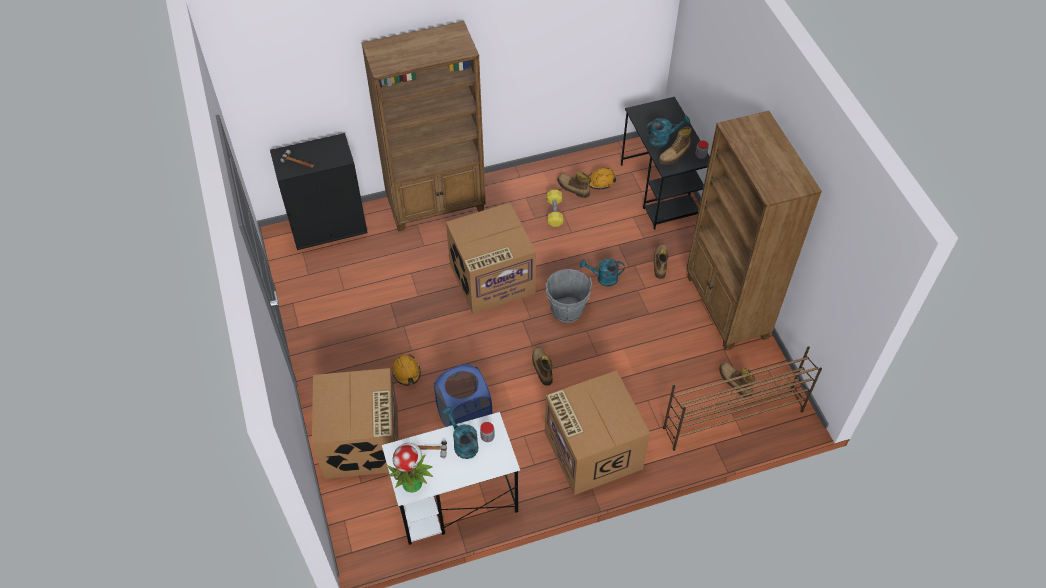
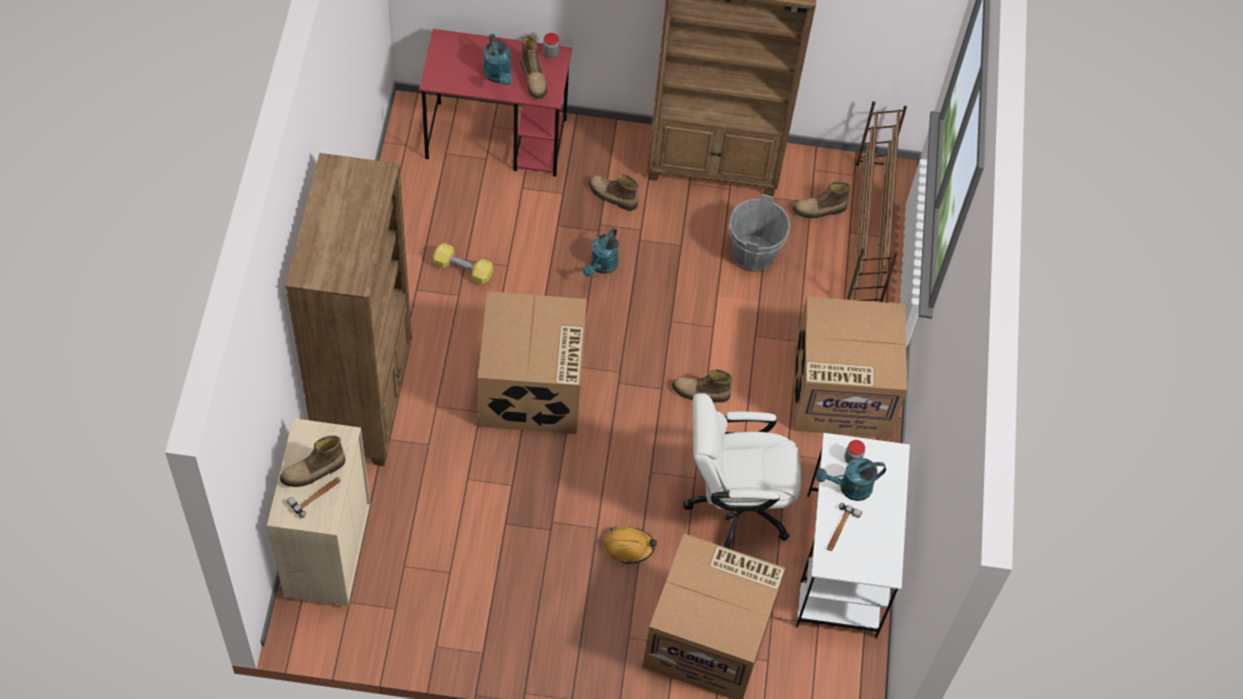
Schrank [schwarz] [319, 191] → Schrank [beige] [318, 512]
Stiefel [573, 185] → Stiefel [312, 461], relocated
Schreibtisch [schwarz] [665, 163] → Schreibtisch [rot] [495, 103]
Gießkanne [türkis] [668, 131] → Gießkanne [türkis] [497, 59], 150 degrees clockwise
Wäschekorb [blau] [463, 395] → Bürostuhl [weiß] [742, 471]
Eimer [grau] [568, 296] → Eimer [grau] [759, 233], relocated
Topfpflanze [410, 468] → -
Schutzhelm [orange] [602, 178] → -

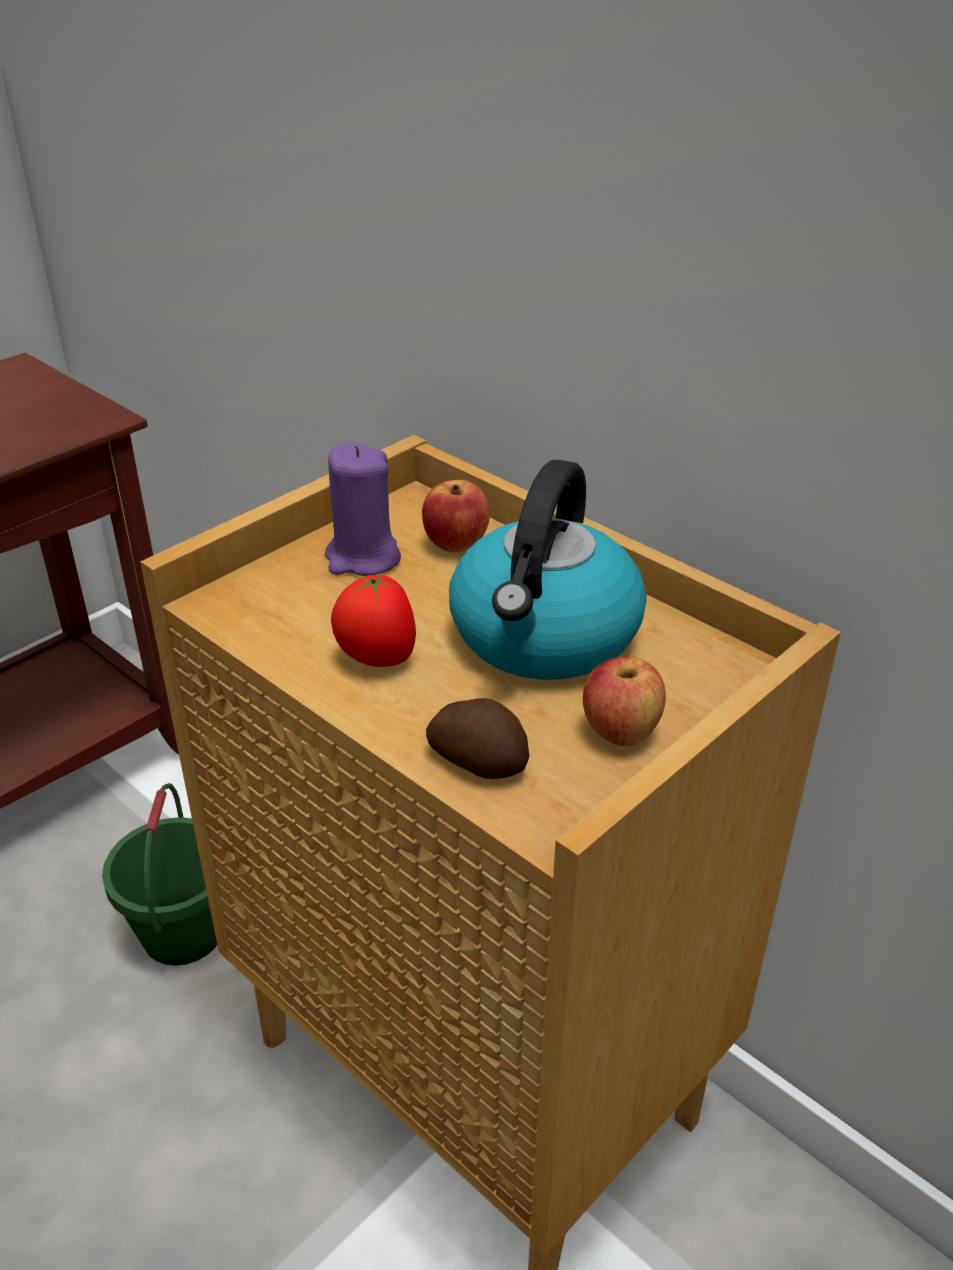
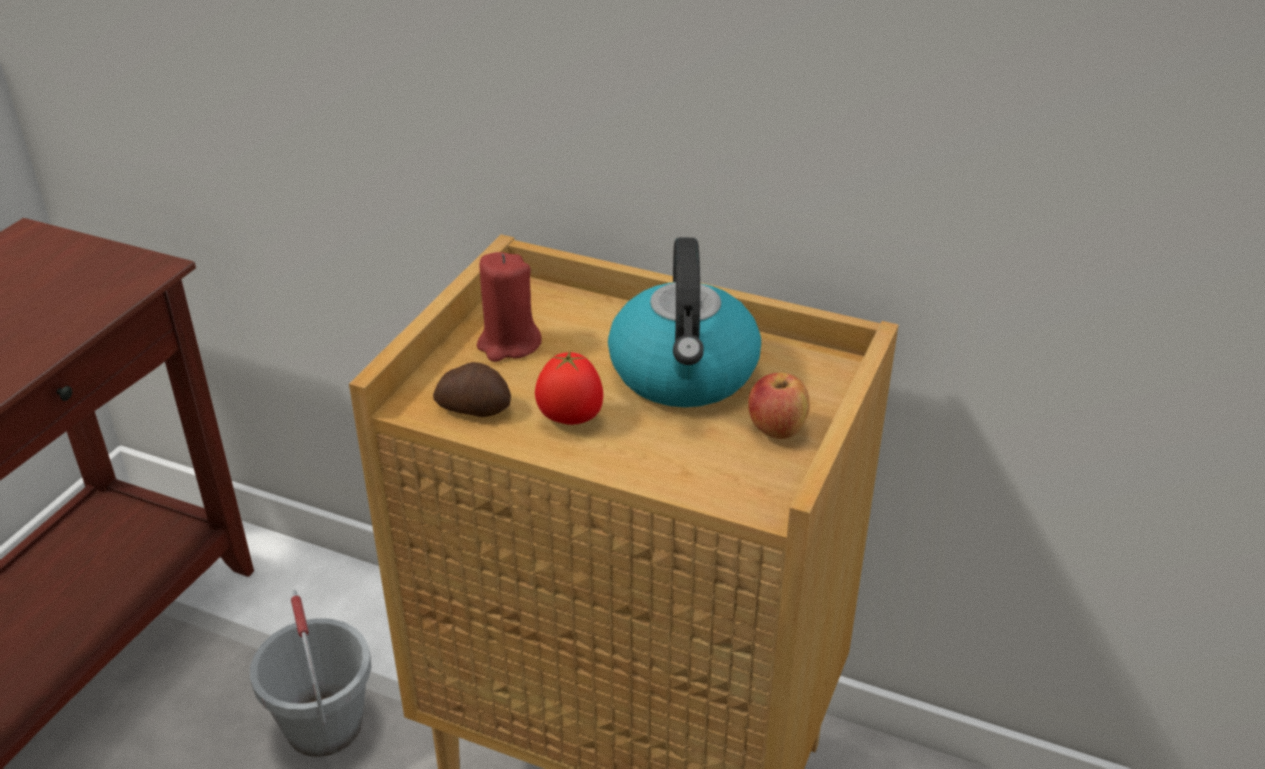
Eimer [grün] [159, 874] → Eimer [grau] [310, 673]
Kartoffel [477, 738] → Kartoffel [472, 389], relocated
Kerze [lila] [363, 509] → Kerze [rot] [509, 307]
Apfel [456, 516] → -

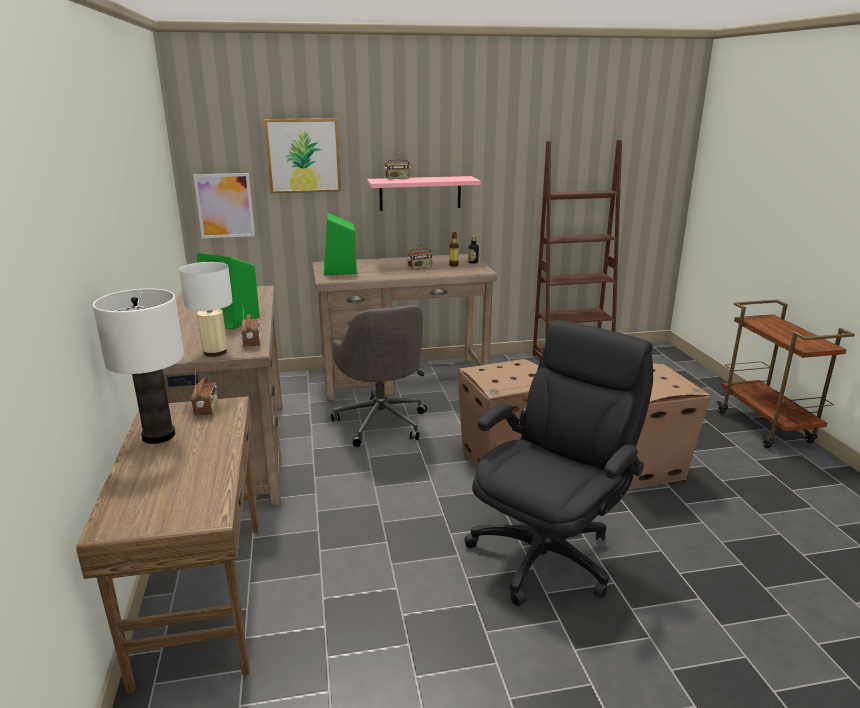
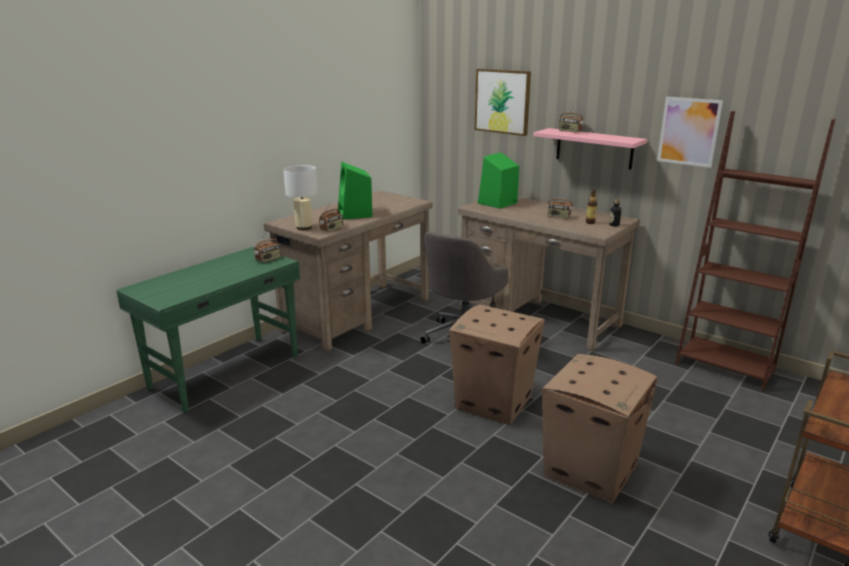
Konsolentisch [braun] [167, 545] → Konsolentisch [grün] [208, 330]
Bild [224, 205] → Bild [690, 132], relocated
Tischlampe [weiß] [138, 366] → -
Bürostuhl [schwarz] [558, 463] → -

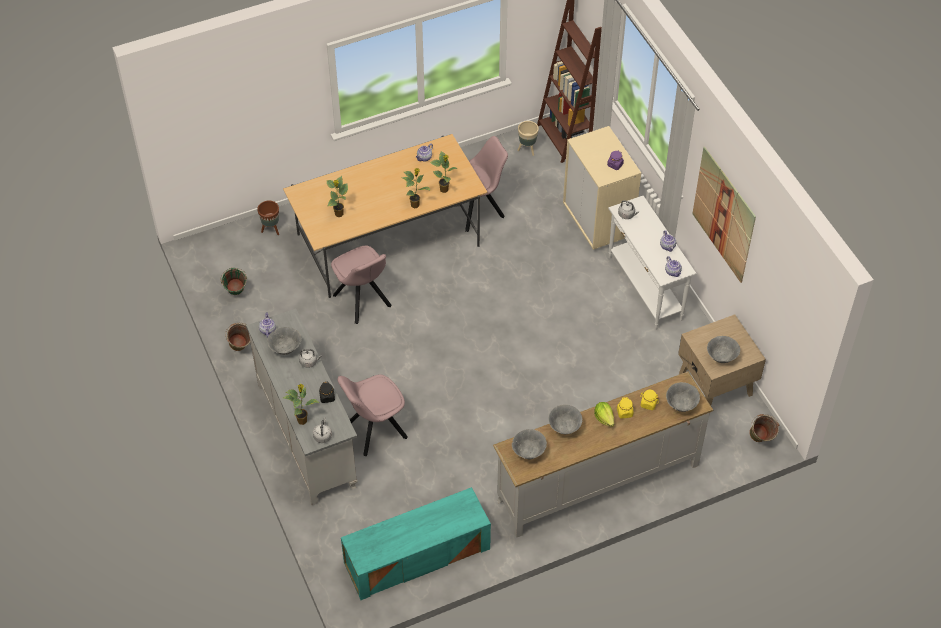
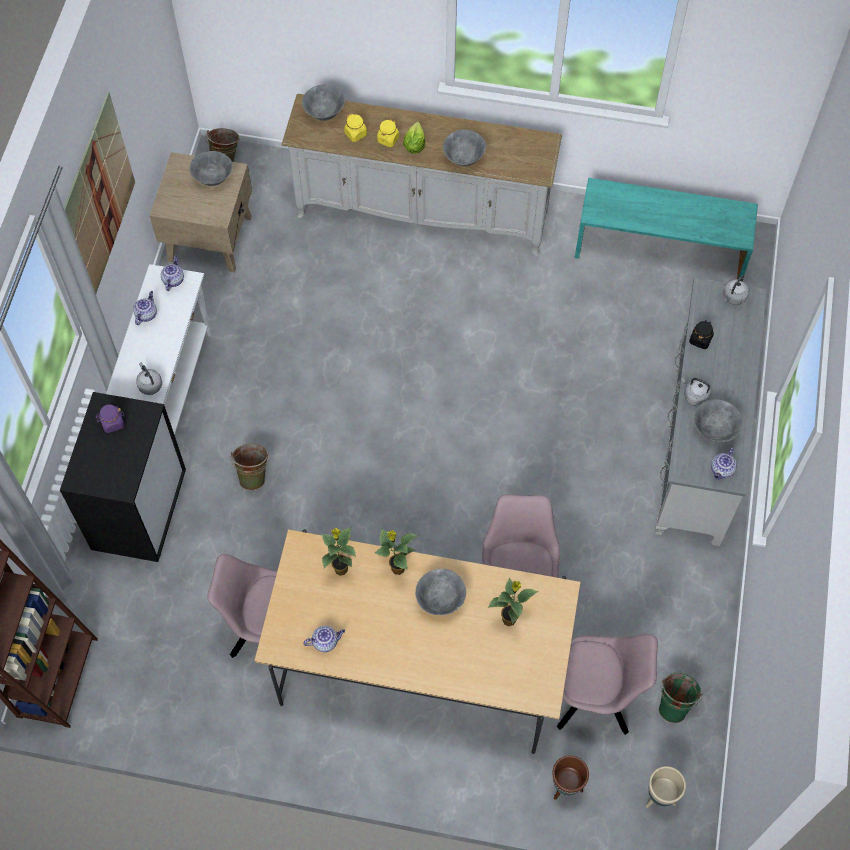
Schrank [beige] [602, 188] → Schrank [schwarz] [123, 477]
Eimer [grün] [237, 337] → Eimer [grün] [249, 466], relocated
Schüssel [grau] [529, 444] → Schüssel [grau] [440, 592], relocated
Stuhl [rosa] [372, 415] → Stuhl [rosa] [607, 684], relocated
Pflanzkübel [beige] [528, 138] → Pflanzkübel [beige] [666, 787], relocated
Topfpflanze [301, 404] → -

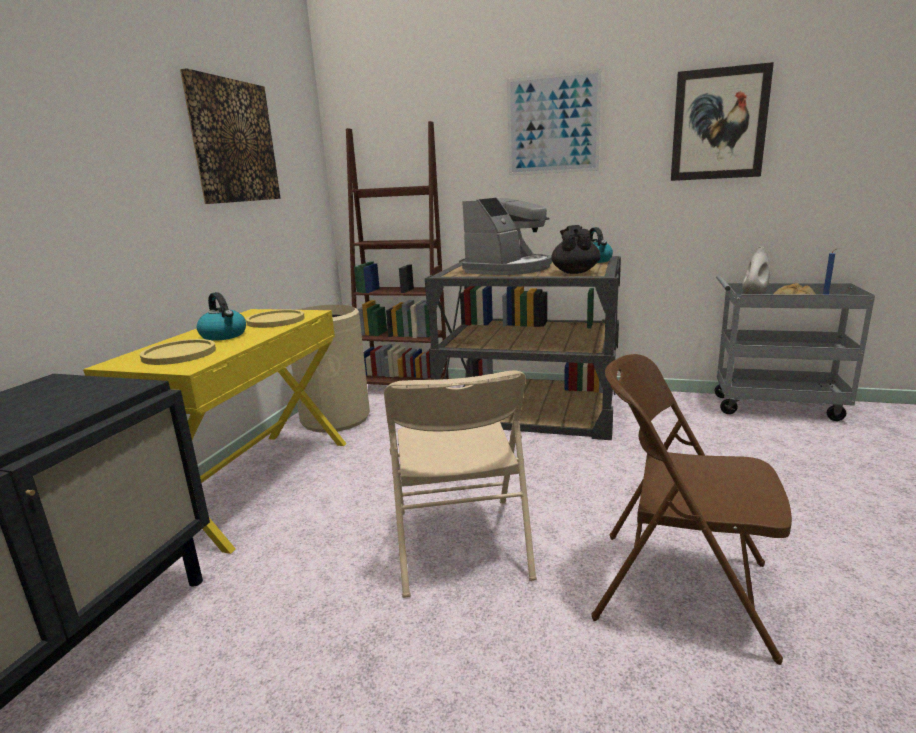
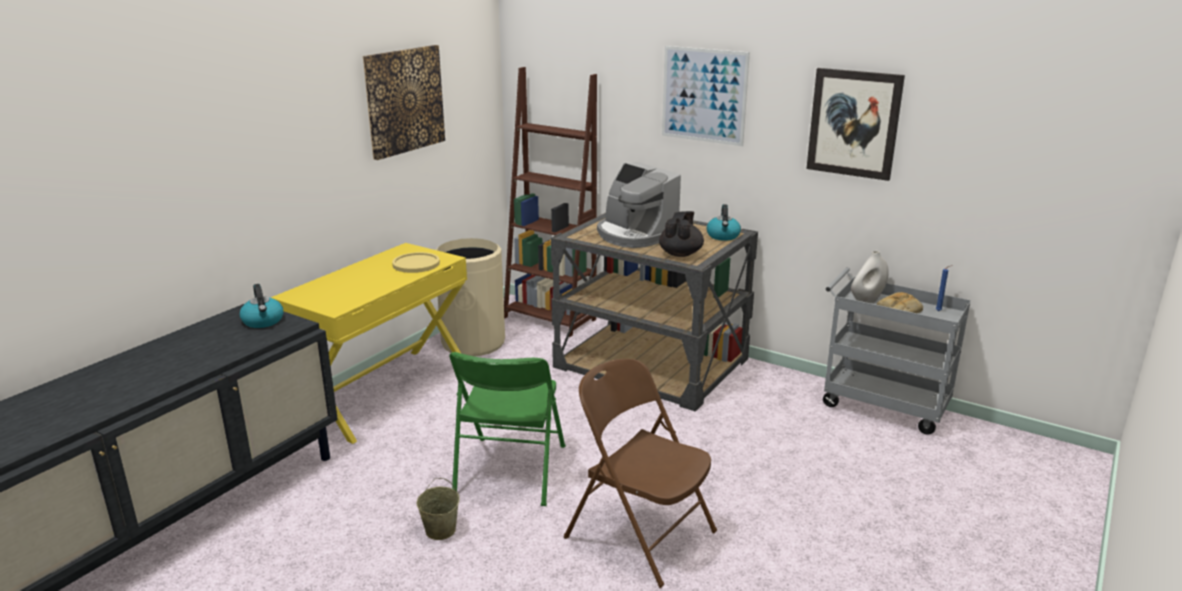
Wasserkessel [221, 316] → Wasserkessel [261, 306], relocated
- → Eimer [beige] [438, 509]
Stuhl [beige] [460, 484] → Stuhl [grün] [507, 429]
Kaffeemaschine [507, 236] → Kaffeemaschine [639, 205], 90 degrees clockwise
Teller [gelb] [178, 352] → -

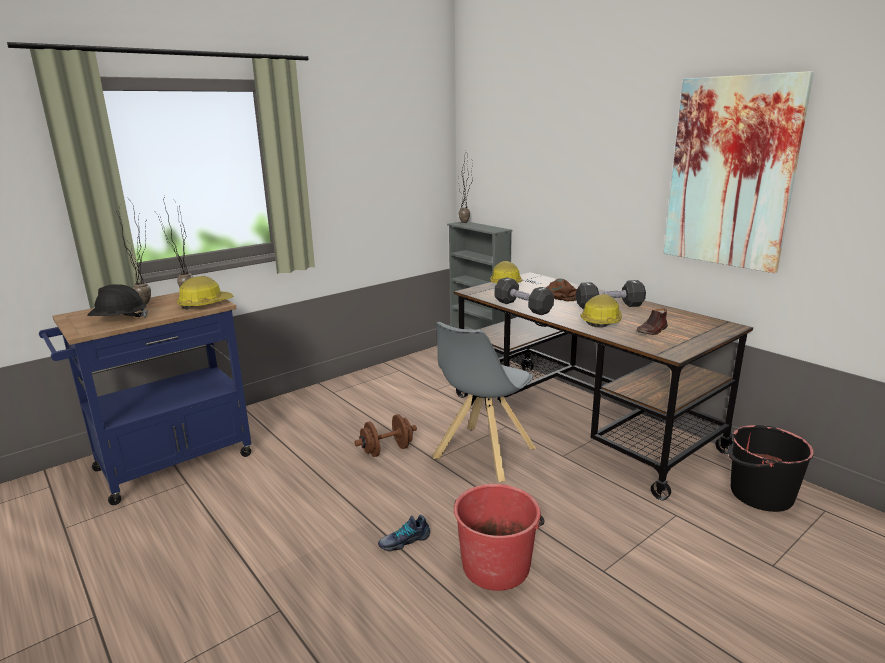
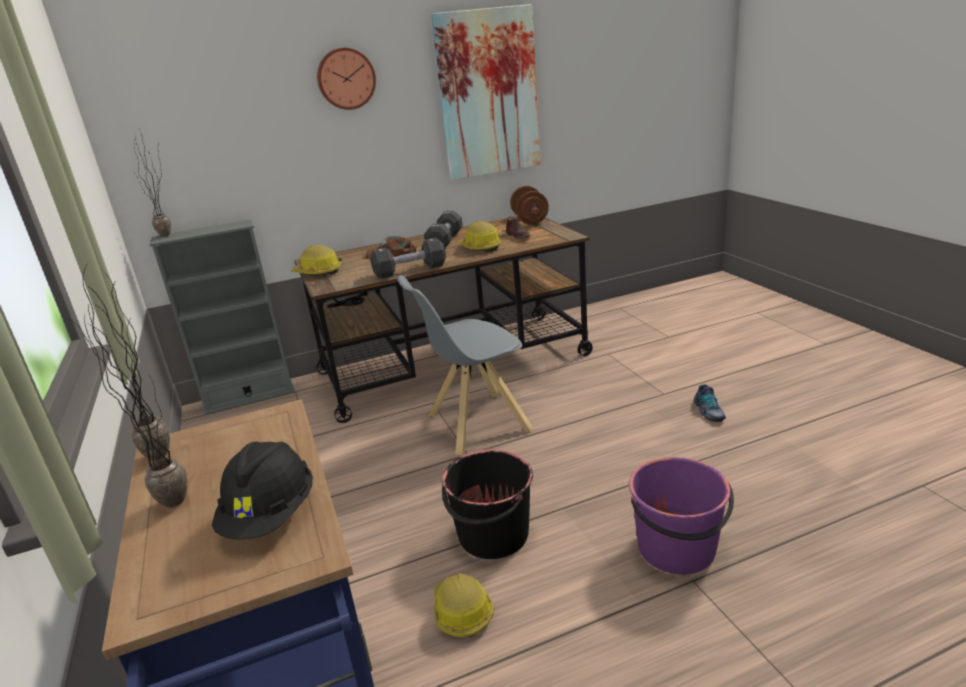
- → Wanduhr [346, 79]
Stuhl [grau] [484, 402] → Stuhl [grau] [465, 365], 105 degrees clockwise
Schutzhelm [205, 293] → Schutzhelm [463, 605], relocated
Eimer [schwarz] [771, 468] → Eimer [schwarz] [487, 504], relocated
Hantel [braun] [386, 435] → Hantel [braun] [529, 205], relocated
- → Eimer [lila] [681, 516]
Schuh [404, 533] → Schuh [710, 403], relocated
Eimer [rot] [499, 537] → -

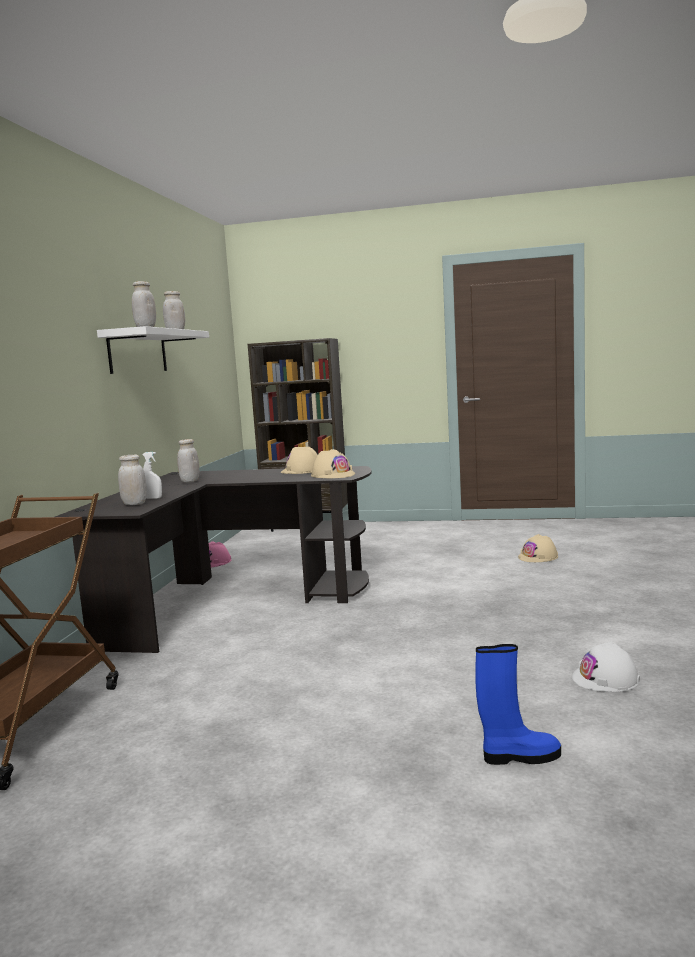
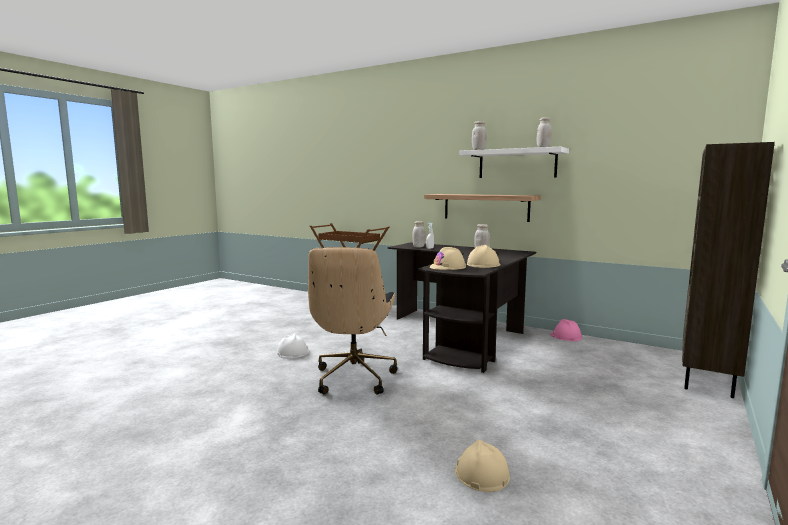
Schutzhelm [weiß] [606, 667] → Schutzhelm [weiß] [293, 346], relocated
- → Bürostuhl [schwarz] [352, 321]
- → Wandregal [482, 208]
Stiefel [blau] [518, 704] → -

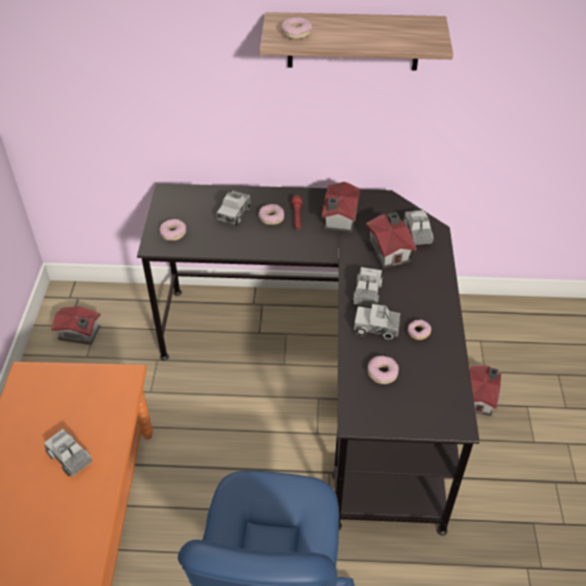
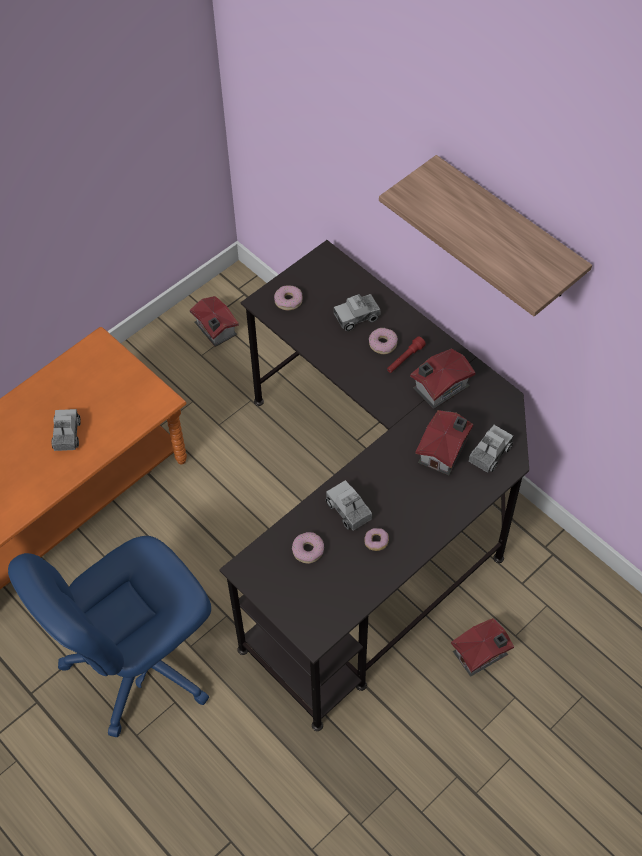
Donut [296, 28] → -
Spielzeuglaster [367, 287] → -

